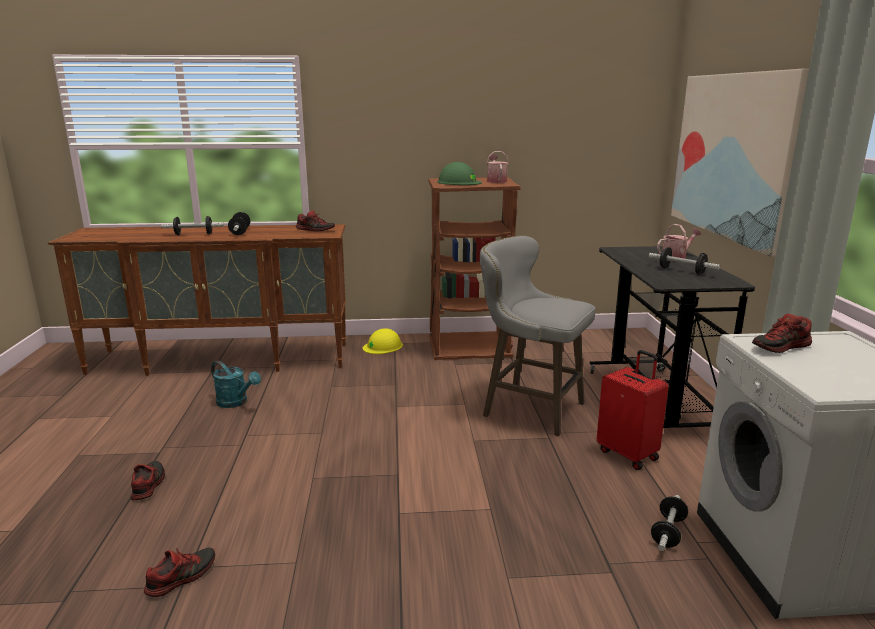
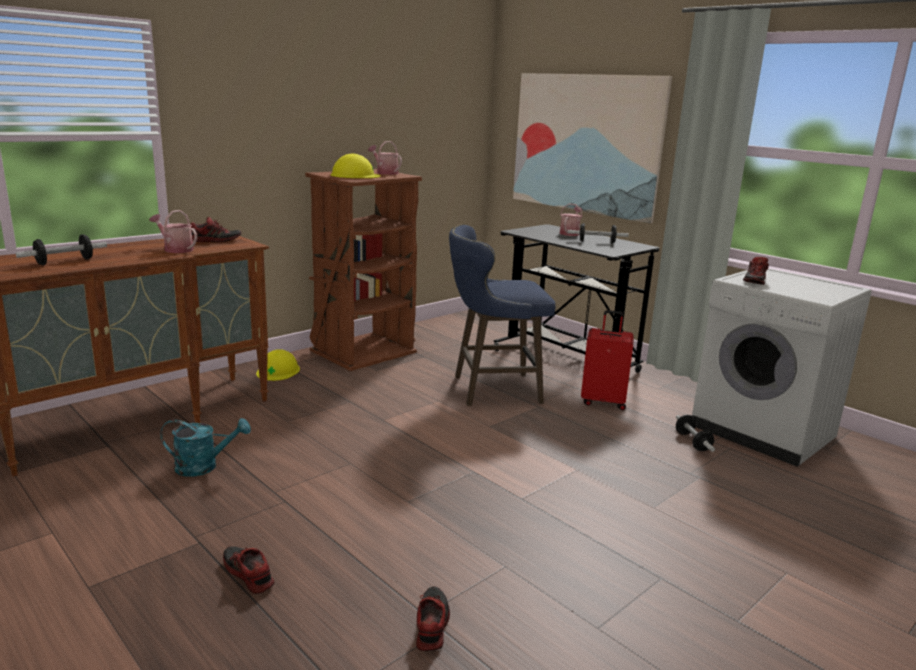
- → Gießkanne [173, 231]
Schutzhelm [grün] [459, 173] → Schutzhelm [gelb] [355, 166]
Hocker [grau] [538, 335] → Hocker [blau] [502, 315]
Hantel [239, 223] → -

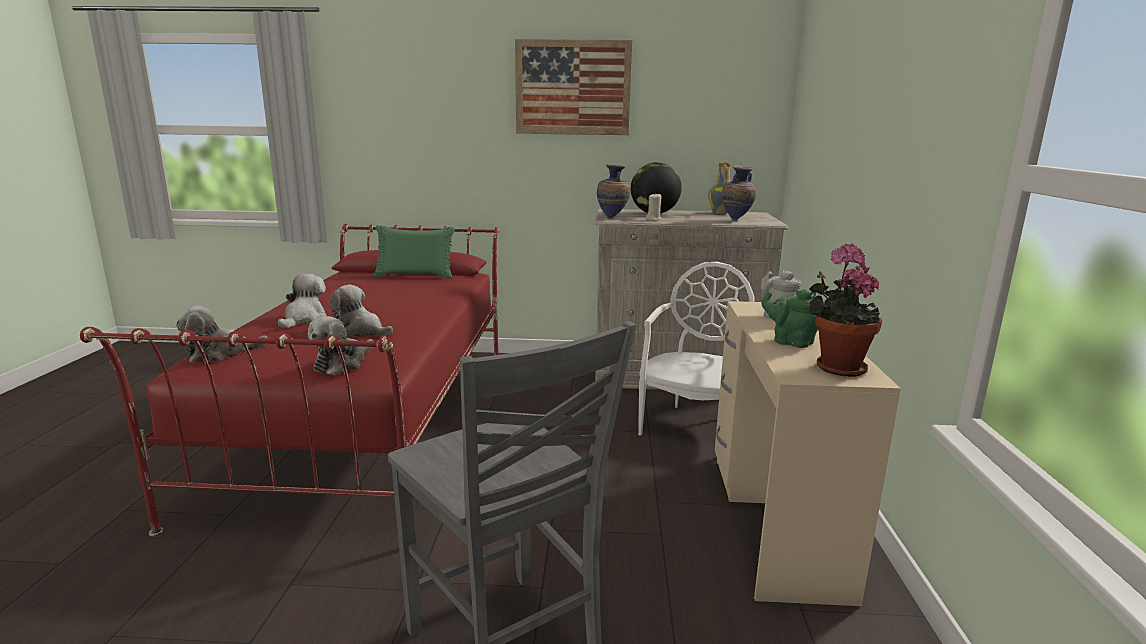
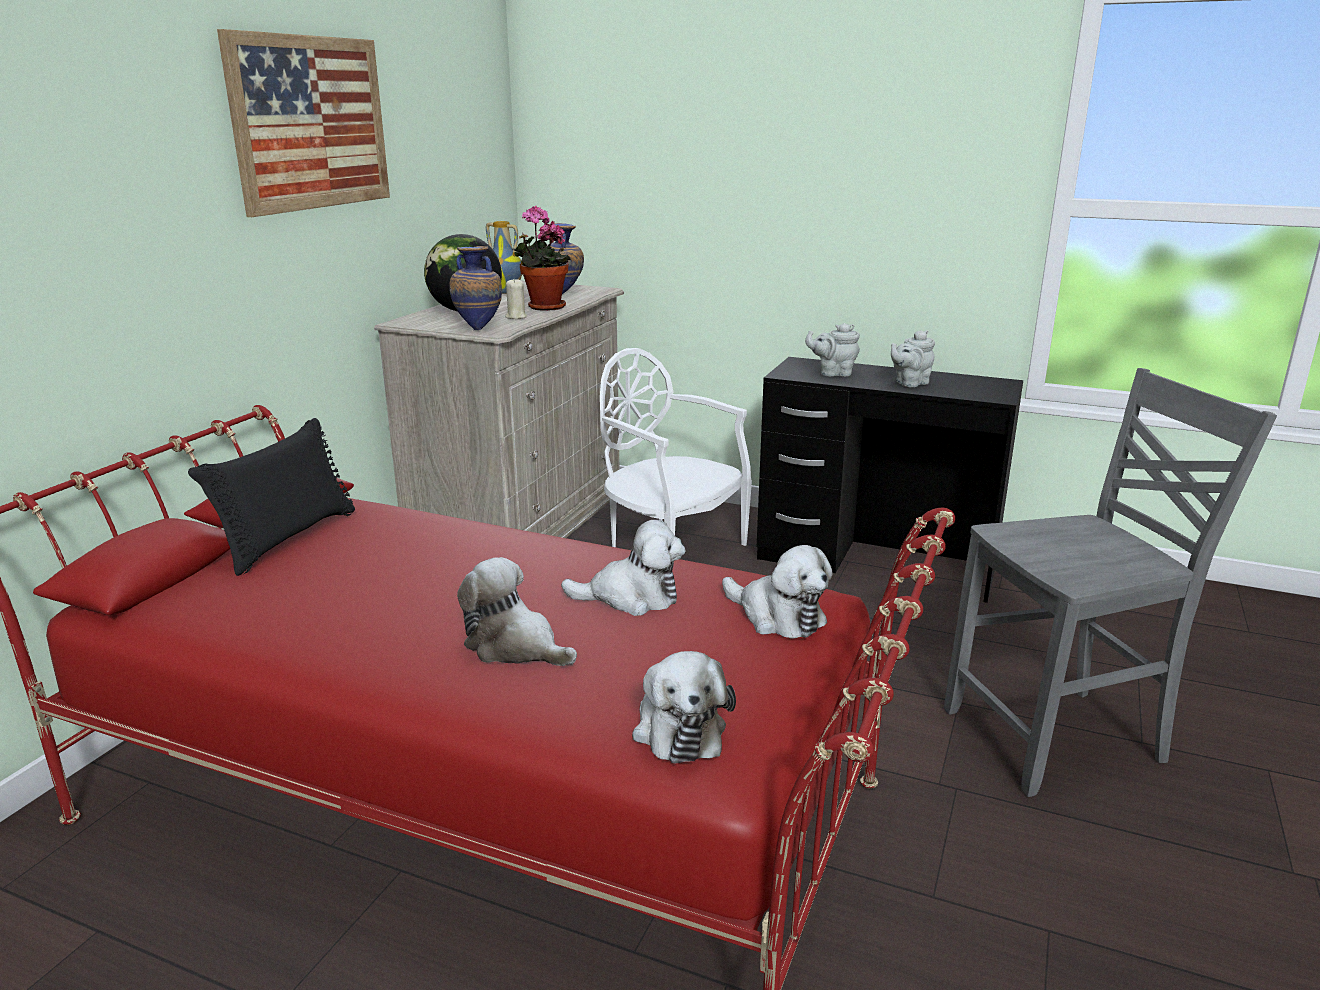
Kissen [grün] [414, 252] → Kissen [schwarz] [271, 497]
Topfpflanze [845, 310] → Topfpflanze [541, 258], relocated
Plüschtier [361, 311] → Plüschtier [623, 568], 135 degrees counterclockwise
Schreibtisch [beige] [808, 453] → Schreibtisch [schwarz] [890, 480]
Teekanne [grün] [789, 318] → Teekanne [grau] [913, 358]

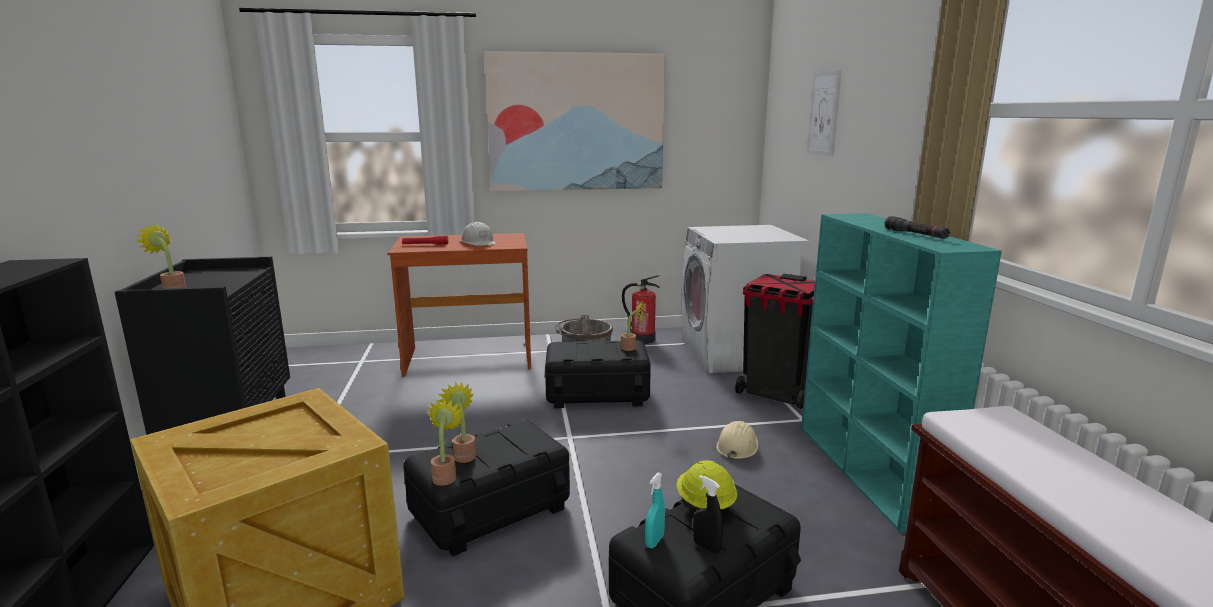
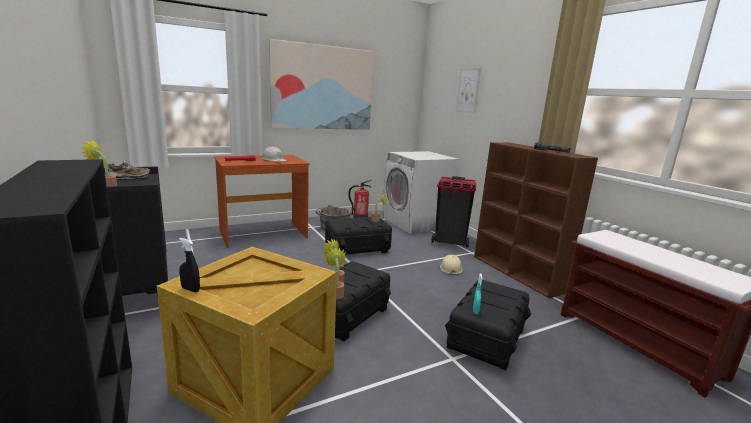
- → Schuh [129, 170]
Sprühflasche [schwarz] [708, 514] → Sprühflasche [schwarz] [189, 265], relocated
Bücherregal [türkis] [901, 372] → Bücherregal [braun] [536, 220]
Schutzhelm [gelb] [706, 484] → -

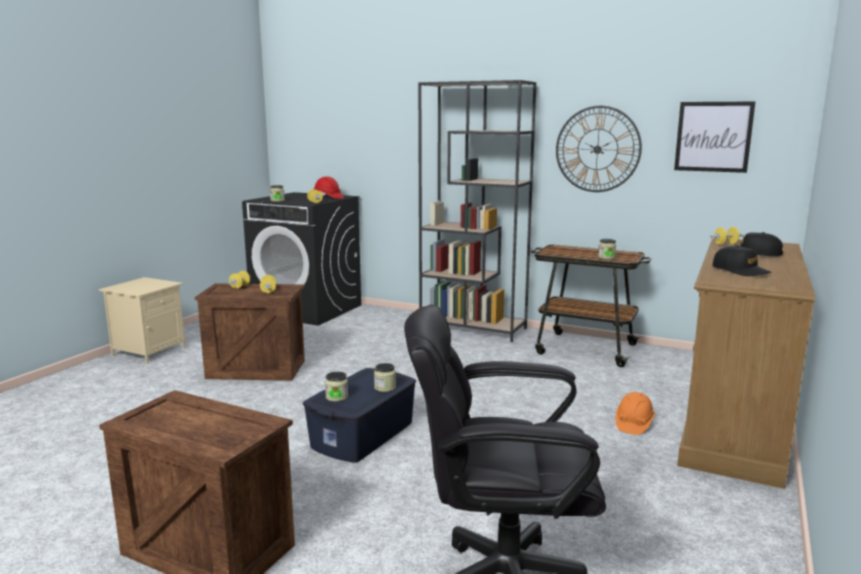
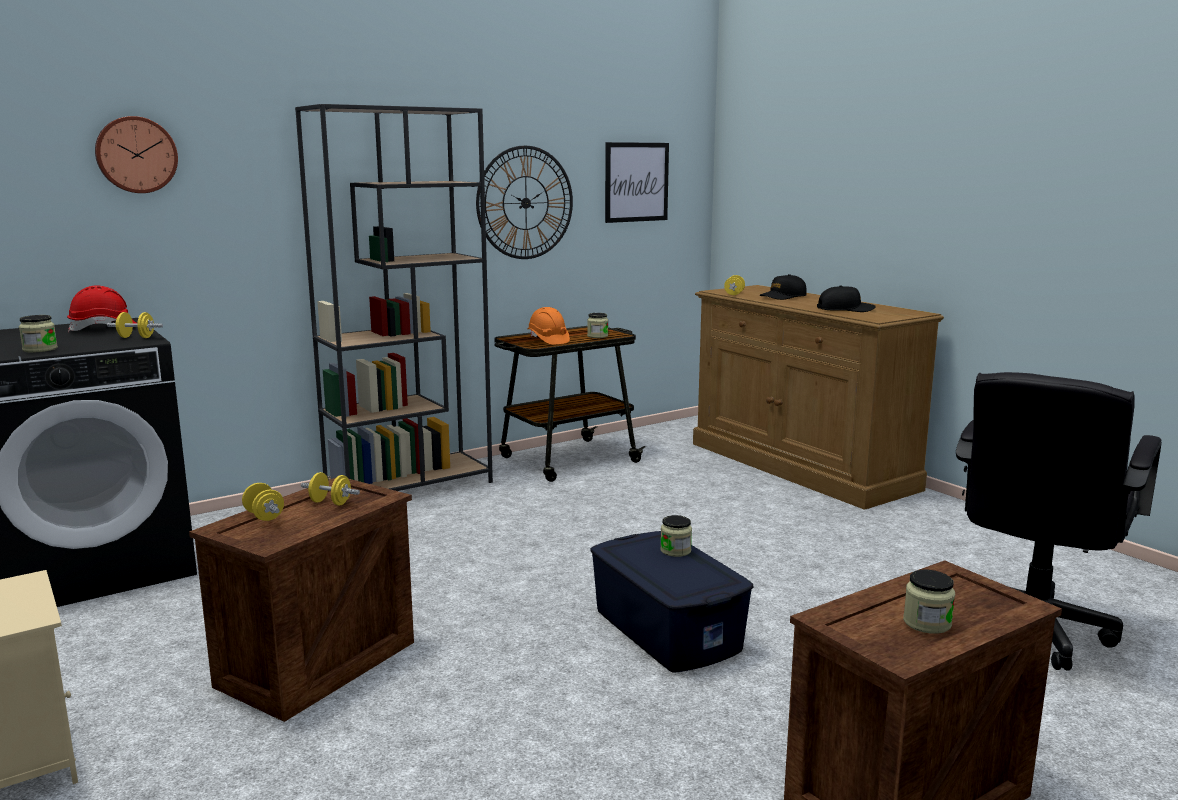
- → Wanduhr [136, 154]
Schutzhelm [orange] [635, 413] → Schutzhelm [orange] [548, 326], relocated
Vorratsglas [336, 387] → Vorratsglas [929, 602], relocated

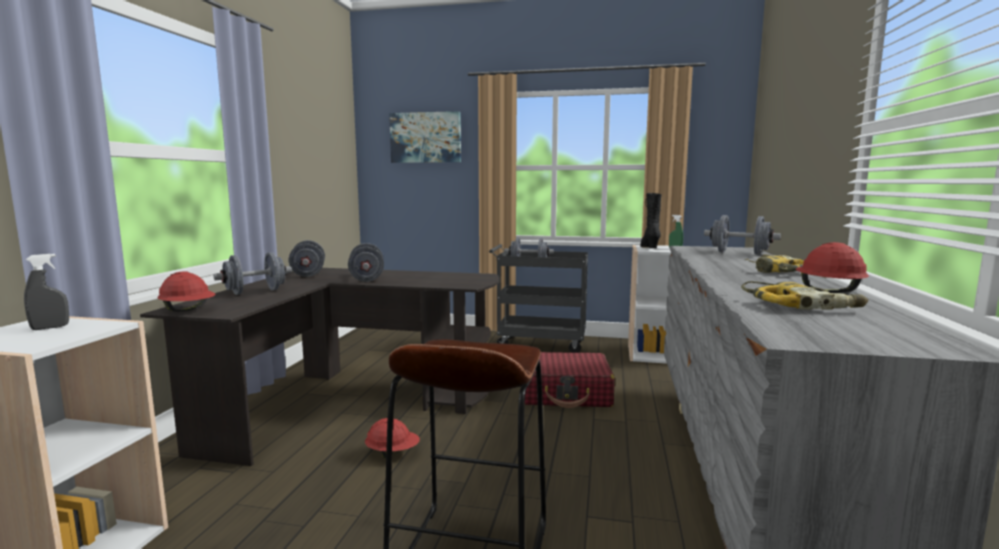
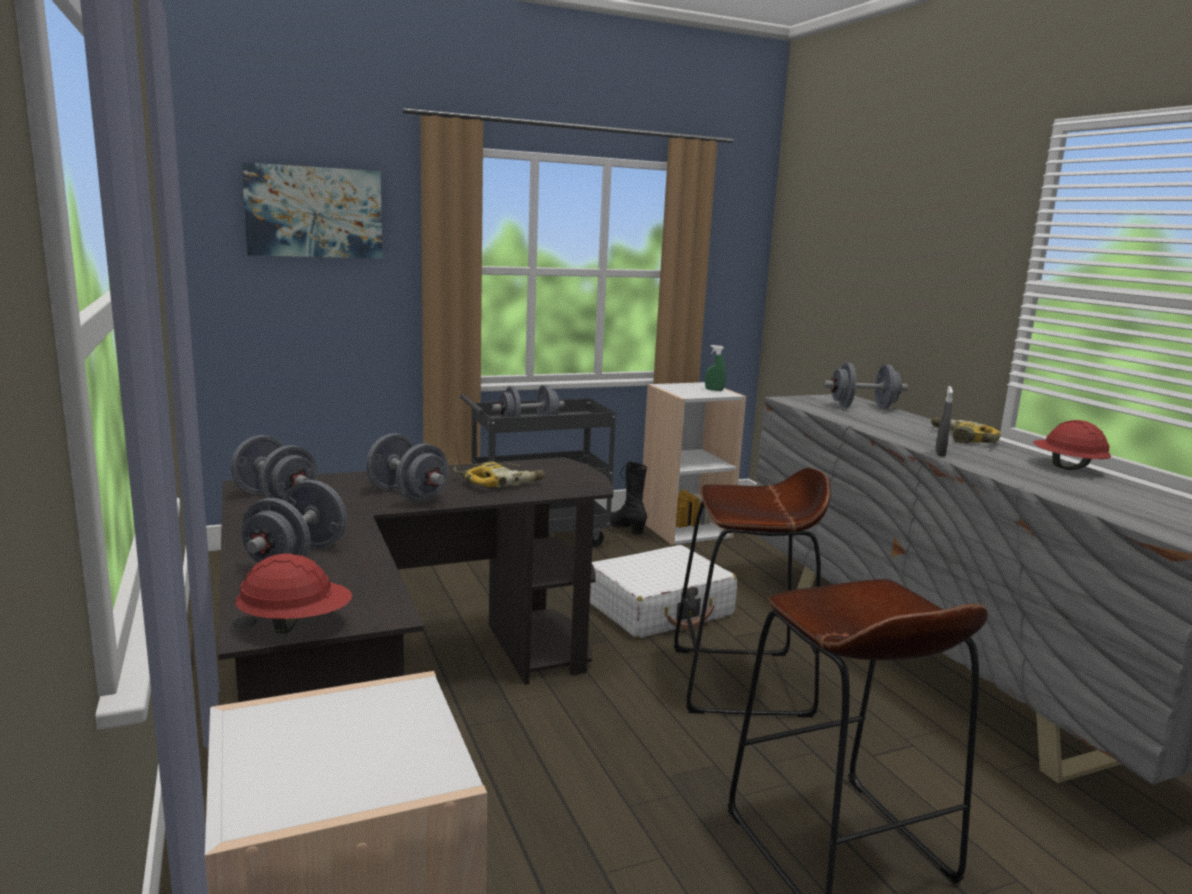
Bohrmaschine [804, 295] → Bohrmaschine [499, 474], relocated
Koffer [rot] [569, 380] → Koffer [weiß] [663, 591]
Stiefel [schwarz] [651, 220] → Stiefel [schwarz] [628, 498], relocated
- → Hocker [braun] [752, 592]
Sprühflasche [grau] [46, 292] → Sprühflasche [grau] [944, 421], relocated
Schutzhelm [rot] [392, 438] → -

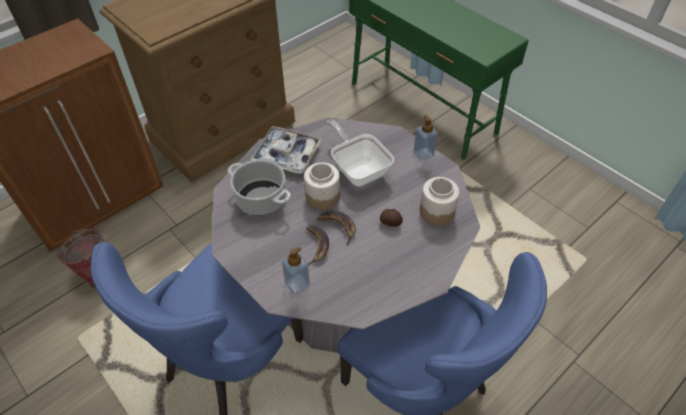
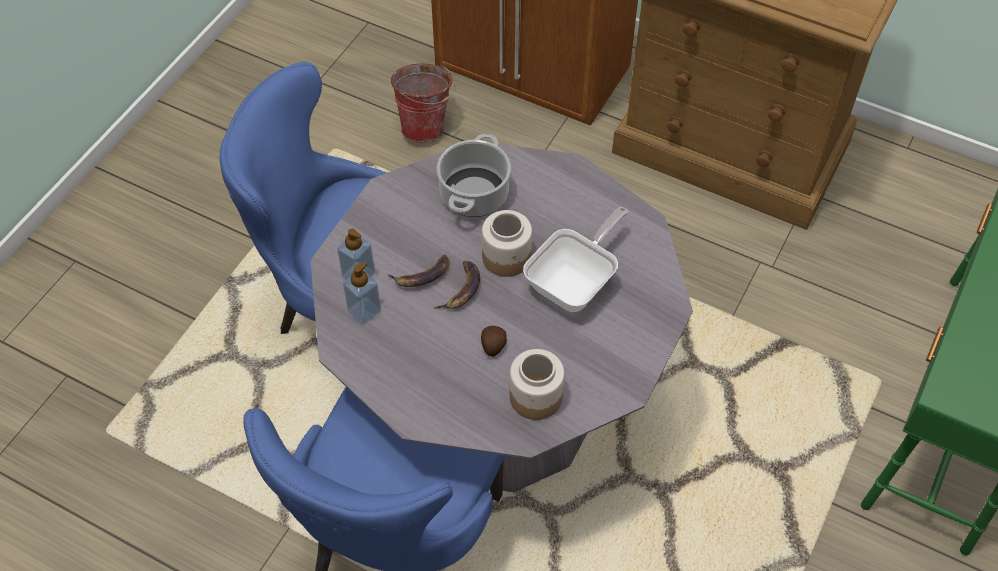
Seifenspender [425, 138] → Seifenspender [362, 293], relocated
Tablett [286, 150] → -

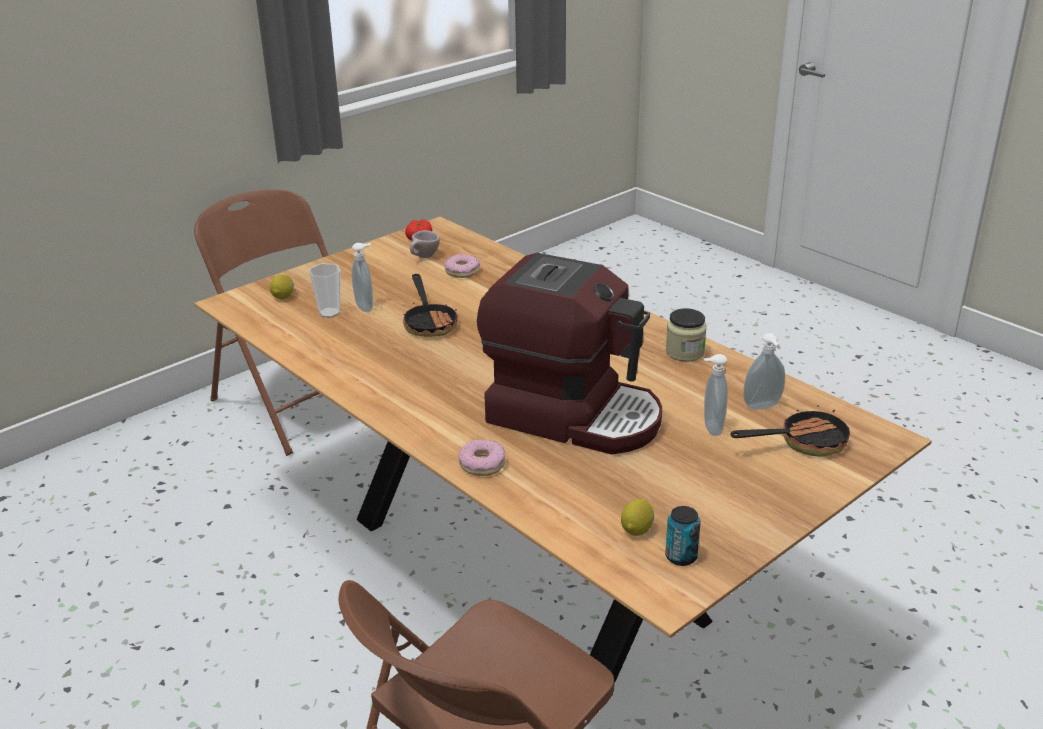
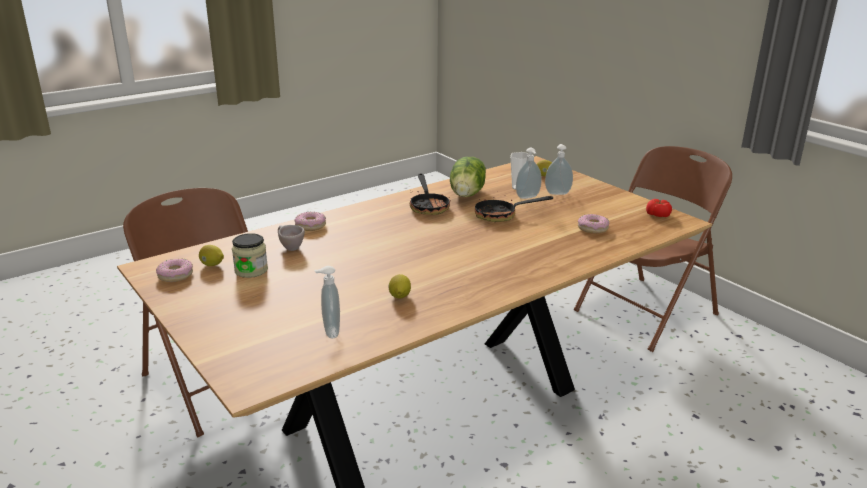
Dose [683, 536] → Donut [174, 270]
Vorratsglas [686, 335] → Vorratsglas [250, 255], relocated
Tasse [beige] [425, 244] → Tasse [beige] [291, 238], relocated
- → Zitrone [399, 286]
Pfanne [790, 430] → Pfanne [430, 194], relocated
- → Salatkopf [468, 177]
Seifenspender [716, 395] → Seifenspender [559, 169], relocated
Kaffeemaschine [569, 354] → -

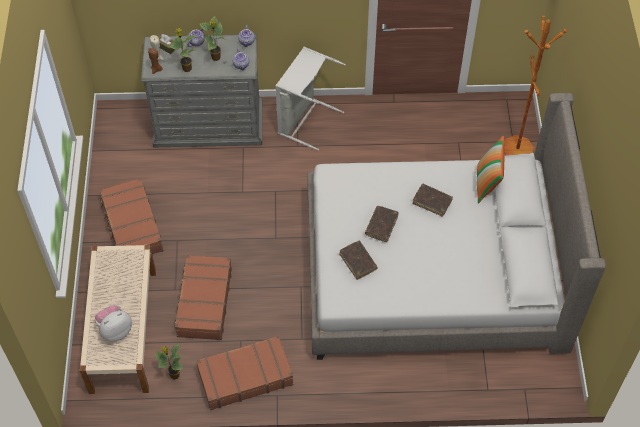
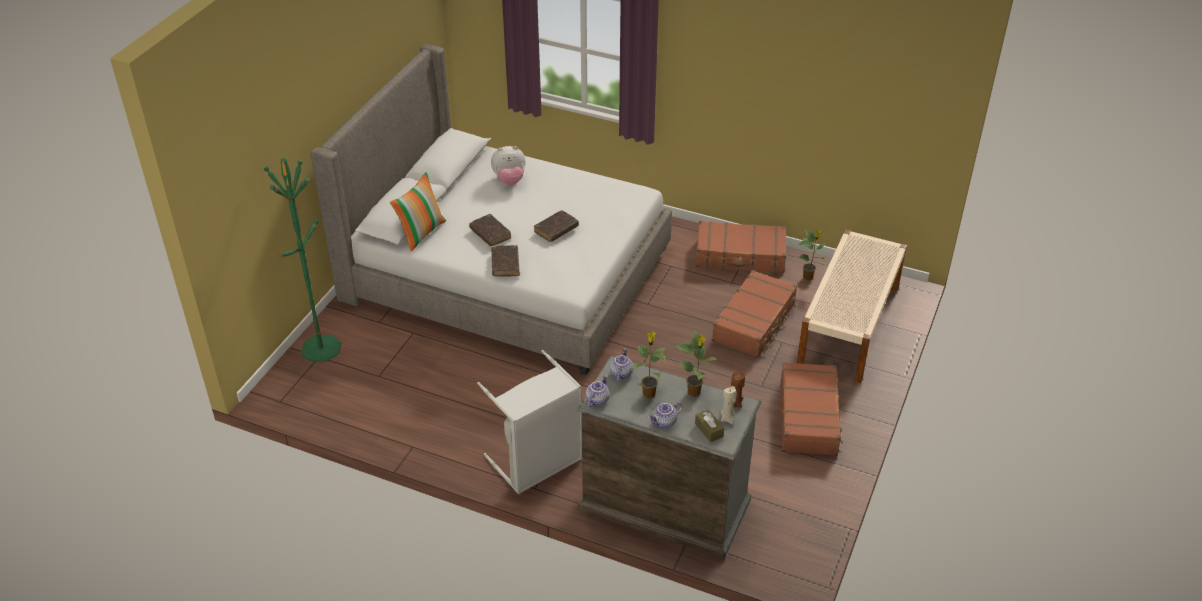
Kleiderständer [orange] [535, 85] → Kleiderständer [grün] [302, 259]
Plüschtier [113, 323] → Plüschtier [508, 165], relocated
Buch [braun] [358, 260] → Buch [braun] [505, 261], relocated

